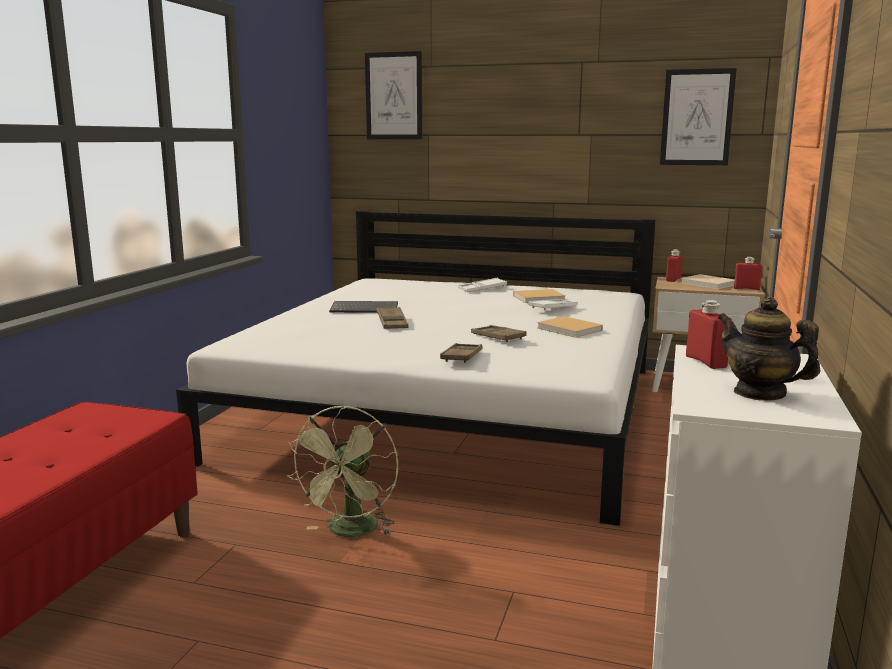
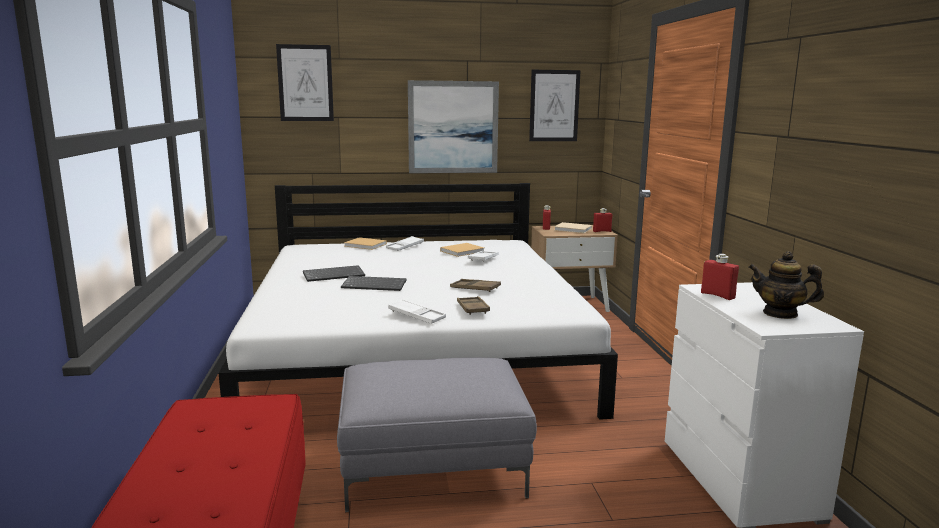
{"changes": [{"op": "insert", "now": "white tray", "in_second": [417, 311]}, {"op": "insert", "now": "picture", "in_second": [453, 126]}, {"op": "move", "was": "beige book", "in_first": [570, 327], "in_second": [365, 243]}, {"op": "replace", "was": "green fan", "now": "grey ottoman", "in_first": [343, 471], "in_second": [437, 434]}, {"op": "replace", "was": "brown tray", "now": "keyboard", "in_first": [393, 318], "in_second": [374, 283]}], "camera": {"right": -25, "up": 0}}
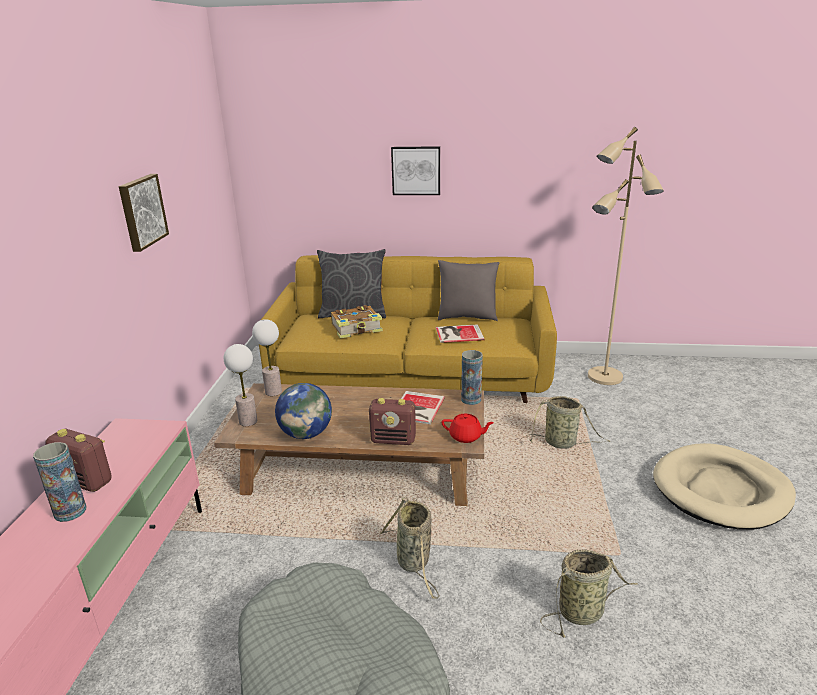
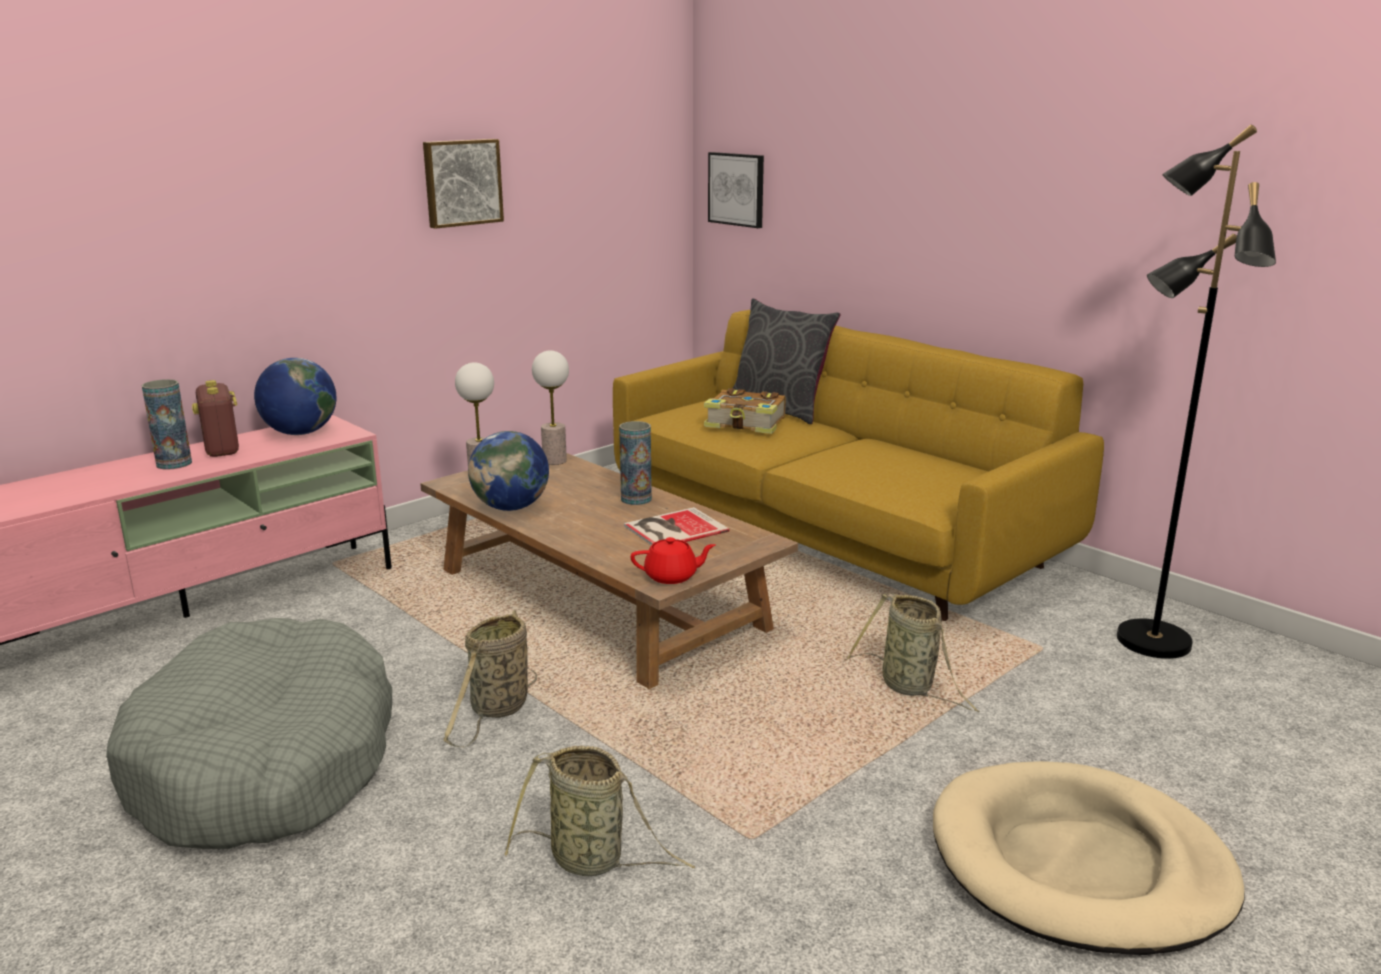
{"changes": [{"op": "delete", "was": "radio", "in_first": [392, 421]}, {"op": "delete", "was": "book", "in_first": [460, 333]}, {"op": "delete", "was": "grey pillow", "in_first": [469, 290]}, {"op": "insert", "now": "globe", "in_second": [295, 396]}, {"op": "move", "was": "picture", "in_first": [415, 170], "in_second": [736, 190]}, {"op": "move", "was": "vase", "in_first": [472, 377], "in_second": [635, 463]}, {"op": "recolor", "was": "beige floor lamp", "now": "black floor lamp", "in_first": [626, 256], "in_second": [1196, 391]}, {"op": "rotate", "was": "red teapot", "in_first": [468, 428], "in_second": [673, 560], "clockwise": -60}], "camera": {"right": 40, "up": -5}}
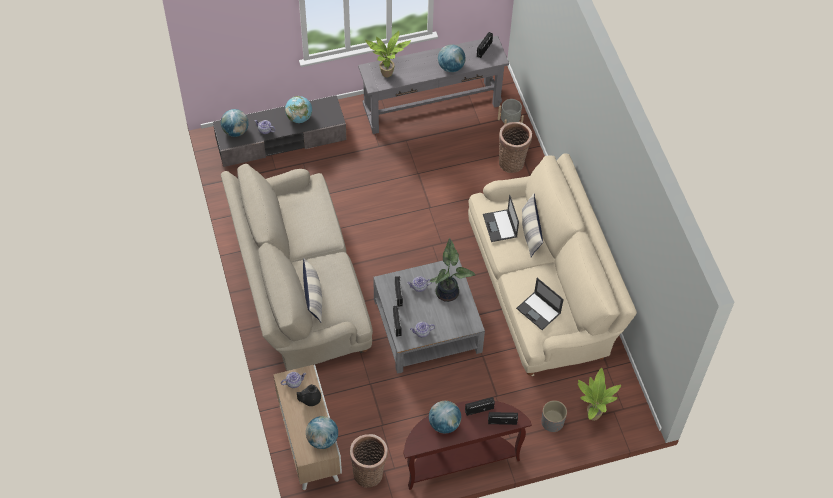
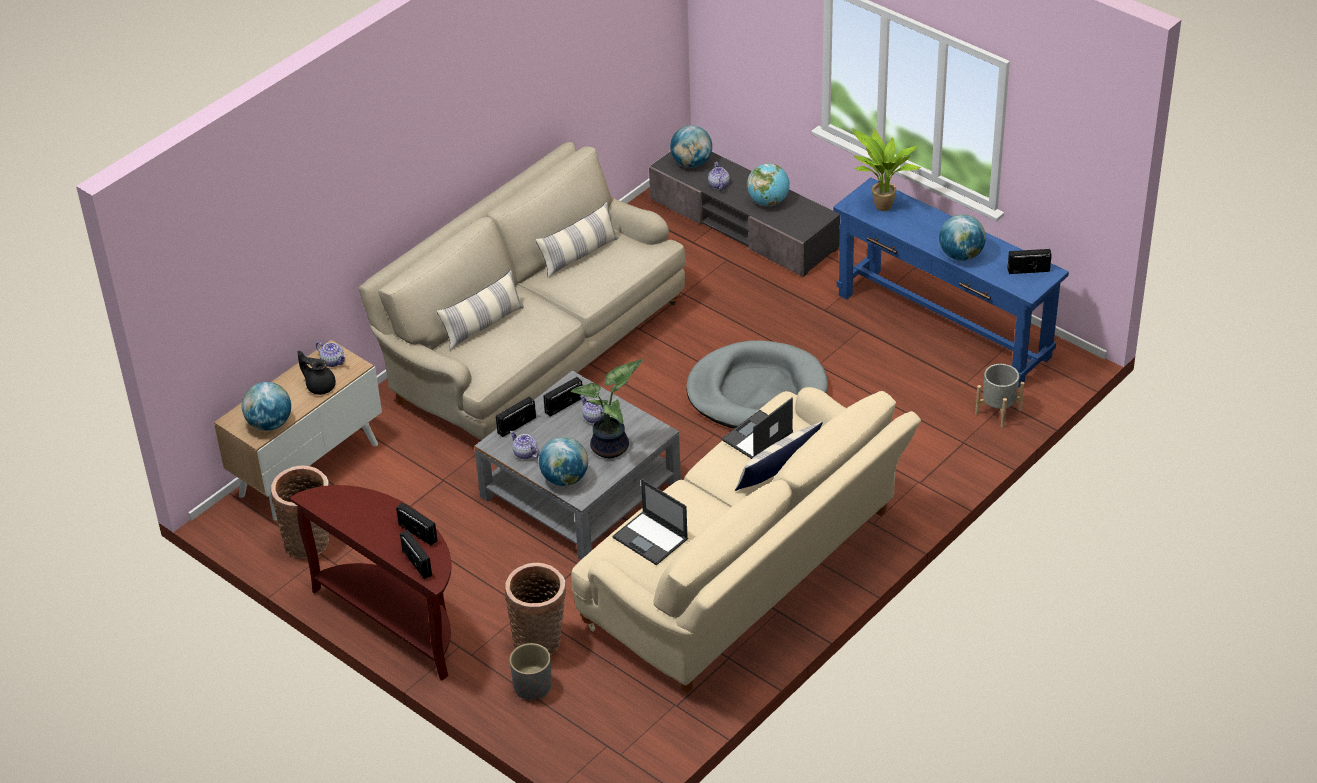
{"changes": [{"op": "delete", "was": "potted plant", "in_first": [599, 394]}, {"op": "insert", "now": "pillow", "in_second": [577, 240]}, {"op": "insert", "now": "grey dog bed", "in_second": [757, 384]}, {"op": "move", "was": "globe", "in_first": [445, 417], "in_second": [563, 461]}, {"op": "move", "was": "basket", "in_first": [515, 147], "in_second": [536, 609]}, {"op": "recolor", "was": "grey console table", "now": "blue console table", "in_first": [433, 85], "in_second": [951, 282]}, {"op": "rotate", "was": "laptop", "in_first": [540, 304], "in_second": [650, 522], "clockwise": -60}], "camera": {"right": 60, "up": -15}}
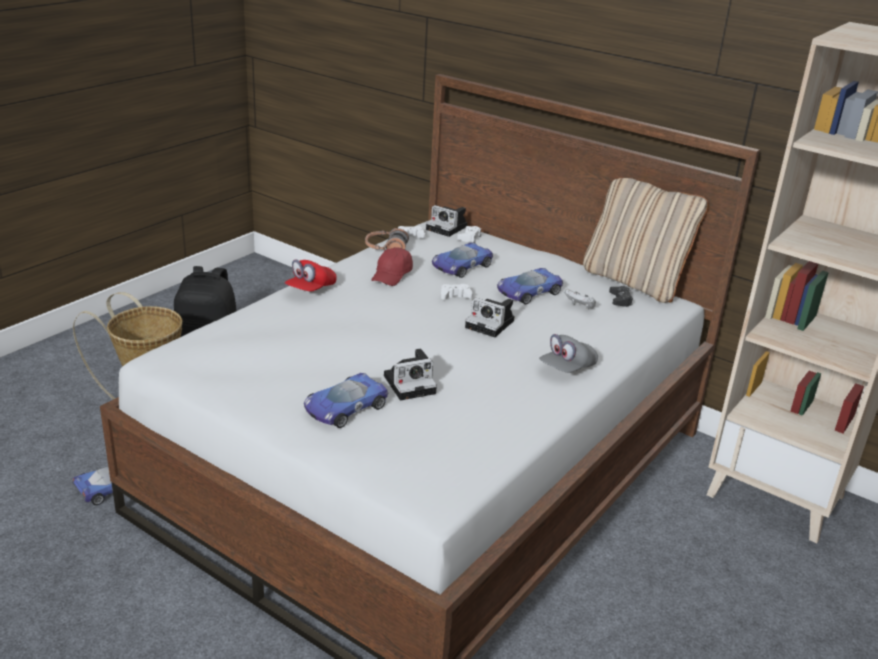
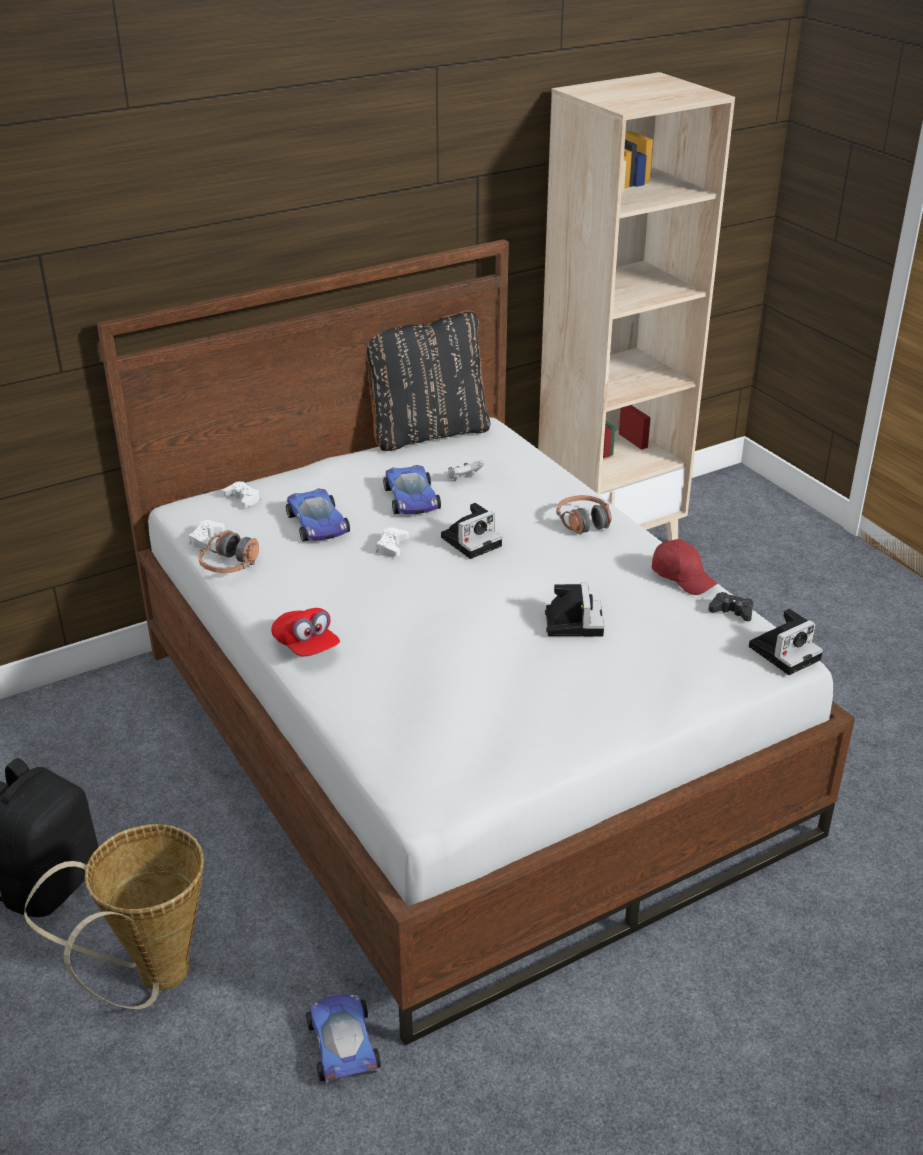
{"changes": [{"op": "delete", "was": "toy car", "in_first": [346, 400]}, {"op": "move", "was": "red cap", "in_first": [392, 266], "in_second": [684, 567]}, {"op": "move", "was": "photo camera", "in_first": [447, 221], "in_second": [786, 642]}, {"op": "move", "was": "black game controller", "in_first": [621, 296], "in_second": [730, 606]}, {"op": "replace", "was": "grey cap", "now": "headphones", "in_first": [568, 353], "in_second": [583, 514]}, {"op": "recolor", "was": "beige pillow", "now": "black pillow", "in_first": [646, 240], "in_second": [428, 380]}], "camera": {"right": -65, "up": 5}}
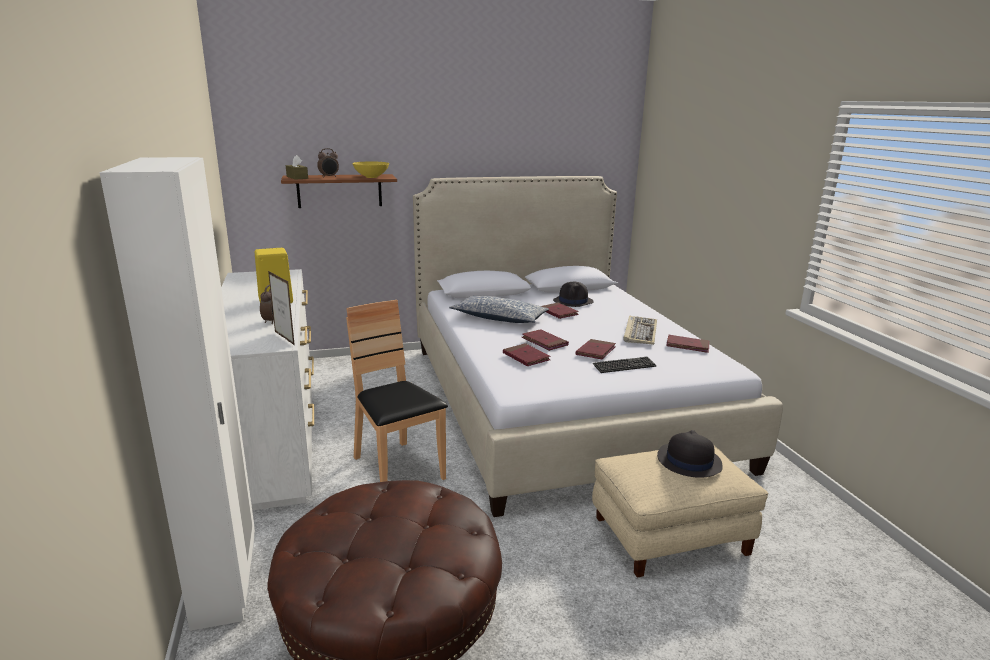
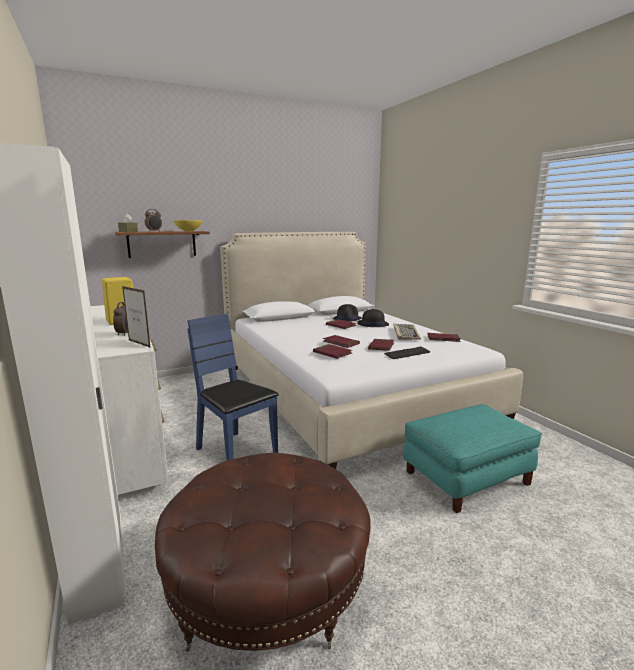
{"changes": [{"op": "delete", "was": "pillow", "in_first": [499, 309]}, {"op": "move", "was": "black hat", "in_first": [690, 454], "in_second": [373, 318]}, {"op": "recolor", "was": "brown chair", "now": "blue chair", "in_first": [397, 391], "in_second": [233, 387]}, {"op": "recolor", "was": "beige ottoman", "now": "turquoise ottoman", "in_first": [680, 511], "in_second": [472, 458]}], "camera": {"right": -10, "up": -5}}
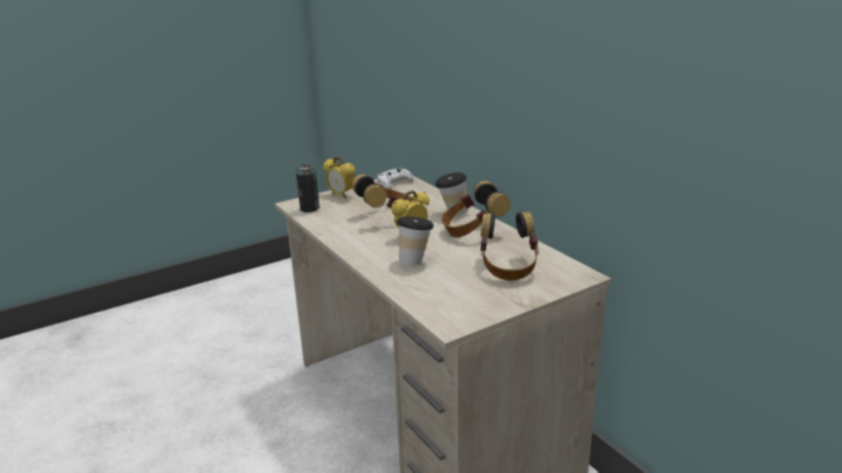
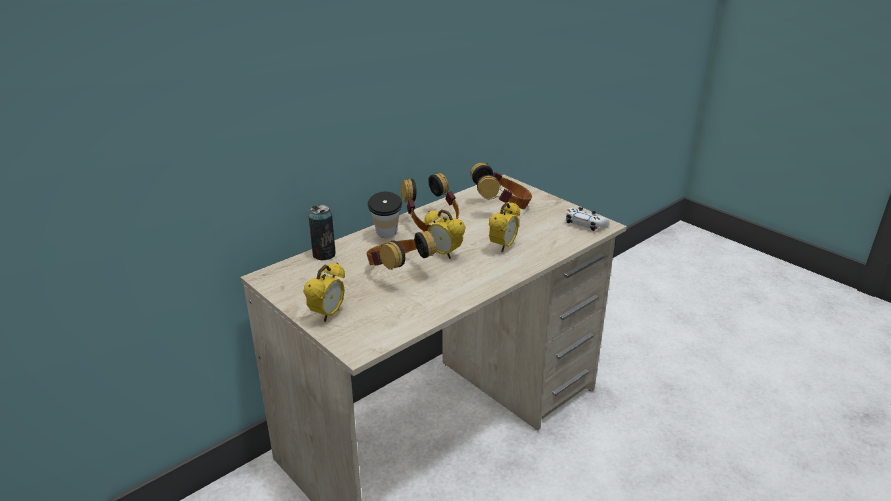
{"changes": [{"op": "move", "was": "can", "in_first": [308, 189], "in_second": [322, 232]}, {"op": "move", "was": "white game controller", "in_first": [395, 178], "in_second": [588, 219]}, {"op": "replace", "was": "cup", "now": "alarm clock", "in_first": [415, 240], "in_second": [504, 227]}], "camera": {"right": -100, "up": 5}}
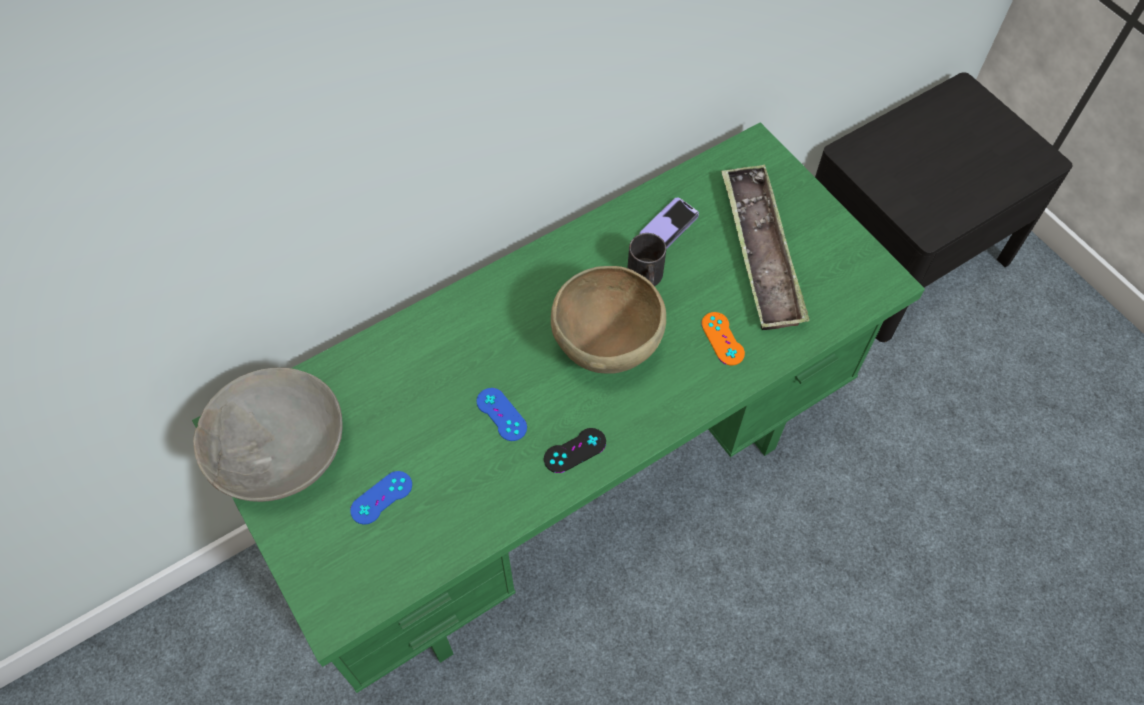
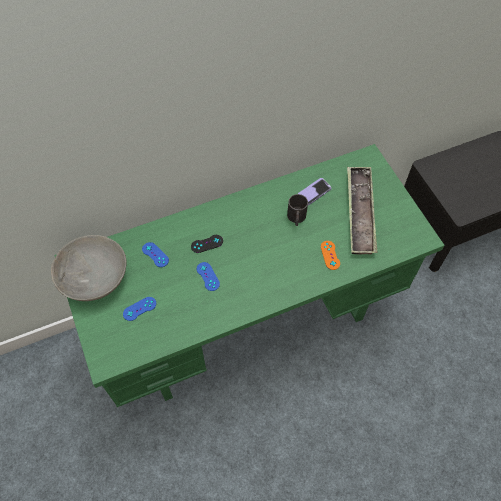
{"changes": [{"op": "delete", "was": "brown bowl", "in_first": [608, 320]}, {"op": "insert", "now": "blue game controller", "in_second": [155, 254]}, {"op": "move", "was": "black game controller", "in_first": [575, 450], "in_second": [207, 244]}], "camera": {"right": 10, "up": 0}}
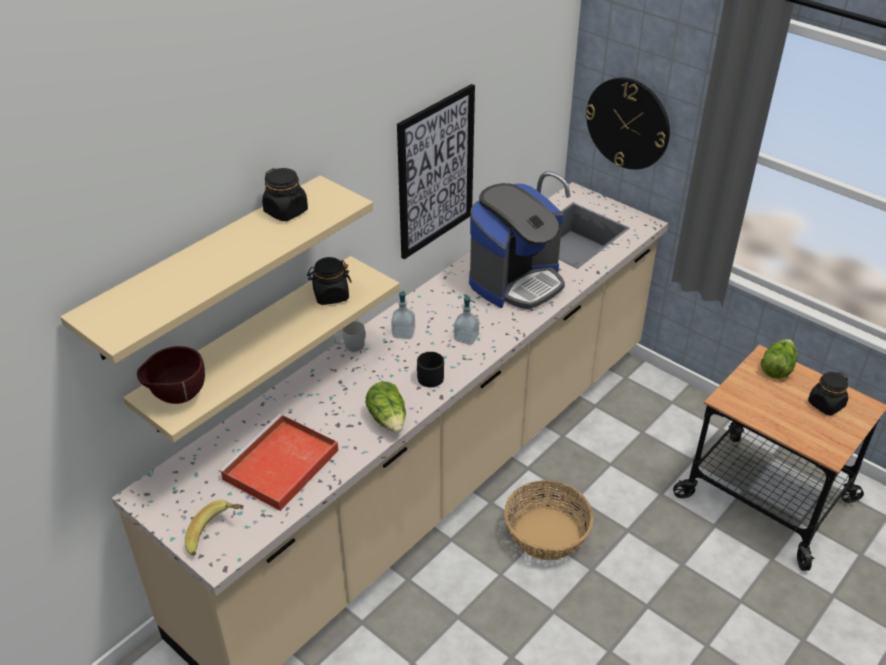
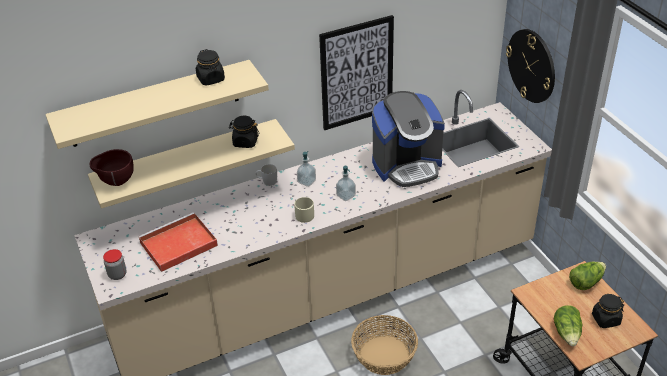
{"changes": [{"op": "move", "was": "lettuce", "in_first": [386, 407], "in_second": [568, 325]}, {"op": "replace", "was": "banana", "now": "jar", "in_first": [214, 528], "in_second": [115, 264]}, {"op": "recolor", "was": "black mug", "now": "beige mug", "in_first": [430, 369], "in_second": [304, 210]}], "camera": {"right": 25, "up": 0}}
